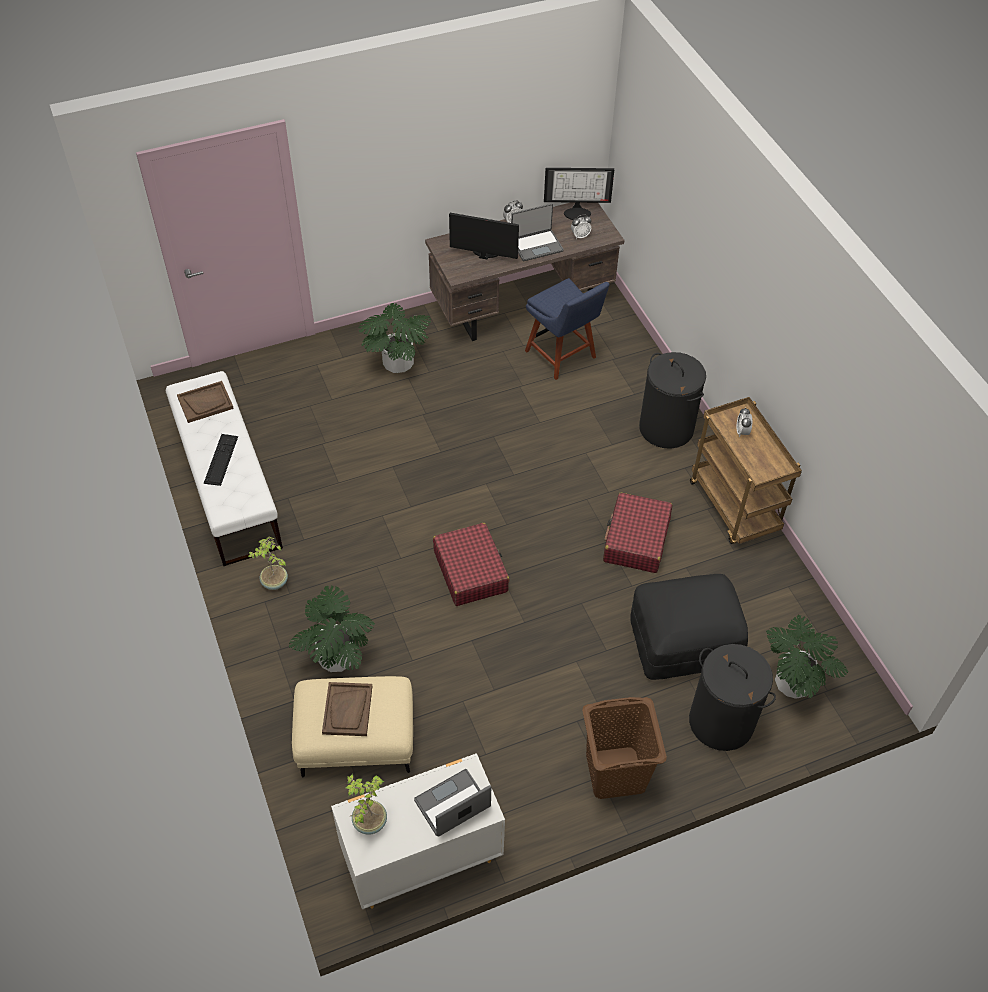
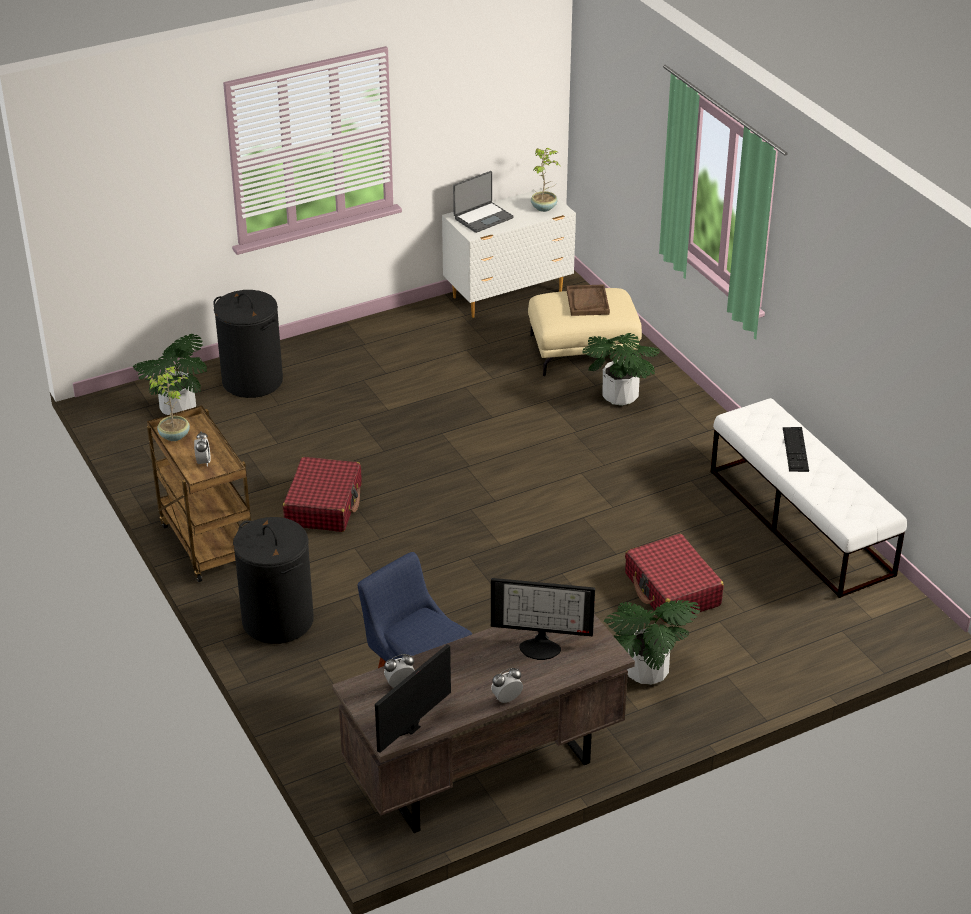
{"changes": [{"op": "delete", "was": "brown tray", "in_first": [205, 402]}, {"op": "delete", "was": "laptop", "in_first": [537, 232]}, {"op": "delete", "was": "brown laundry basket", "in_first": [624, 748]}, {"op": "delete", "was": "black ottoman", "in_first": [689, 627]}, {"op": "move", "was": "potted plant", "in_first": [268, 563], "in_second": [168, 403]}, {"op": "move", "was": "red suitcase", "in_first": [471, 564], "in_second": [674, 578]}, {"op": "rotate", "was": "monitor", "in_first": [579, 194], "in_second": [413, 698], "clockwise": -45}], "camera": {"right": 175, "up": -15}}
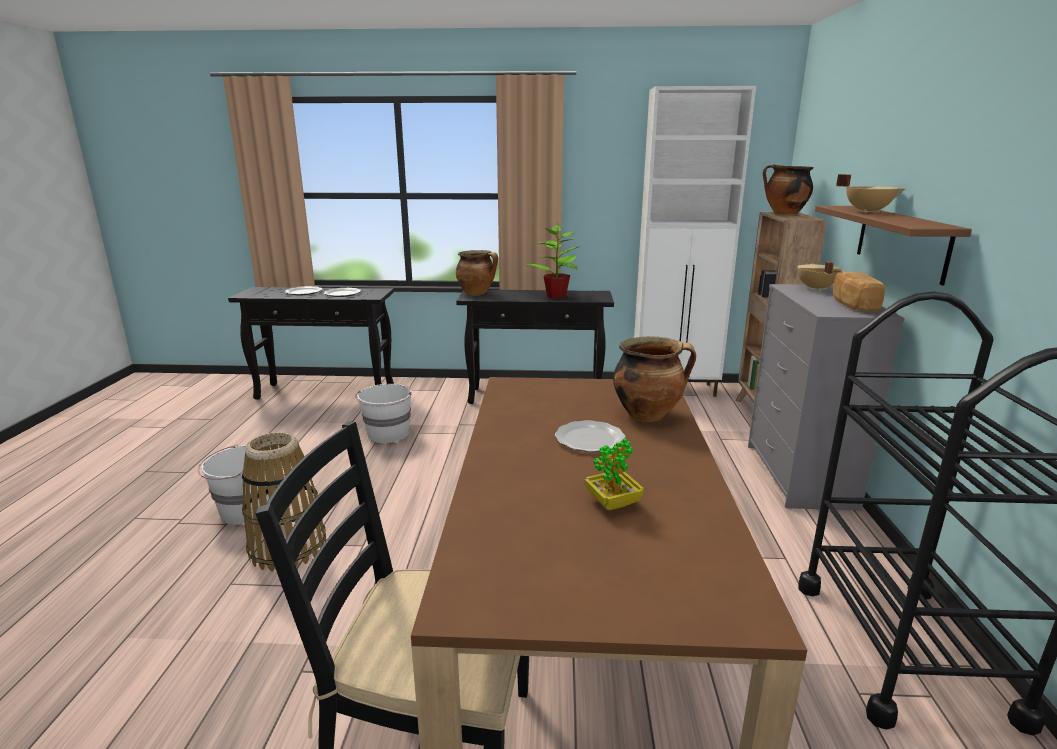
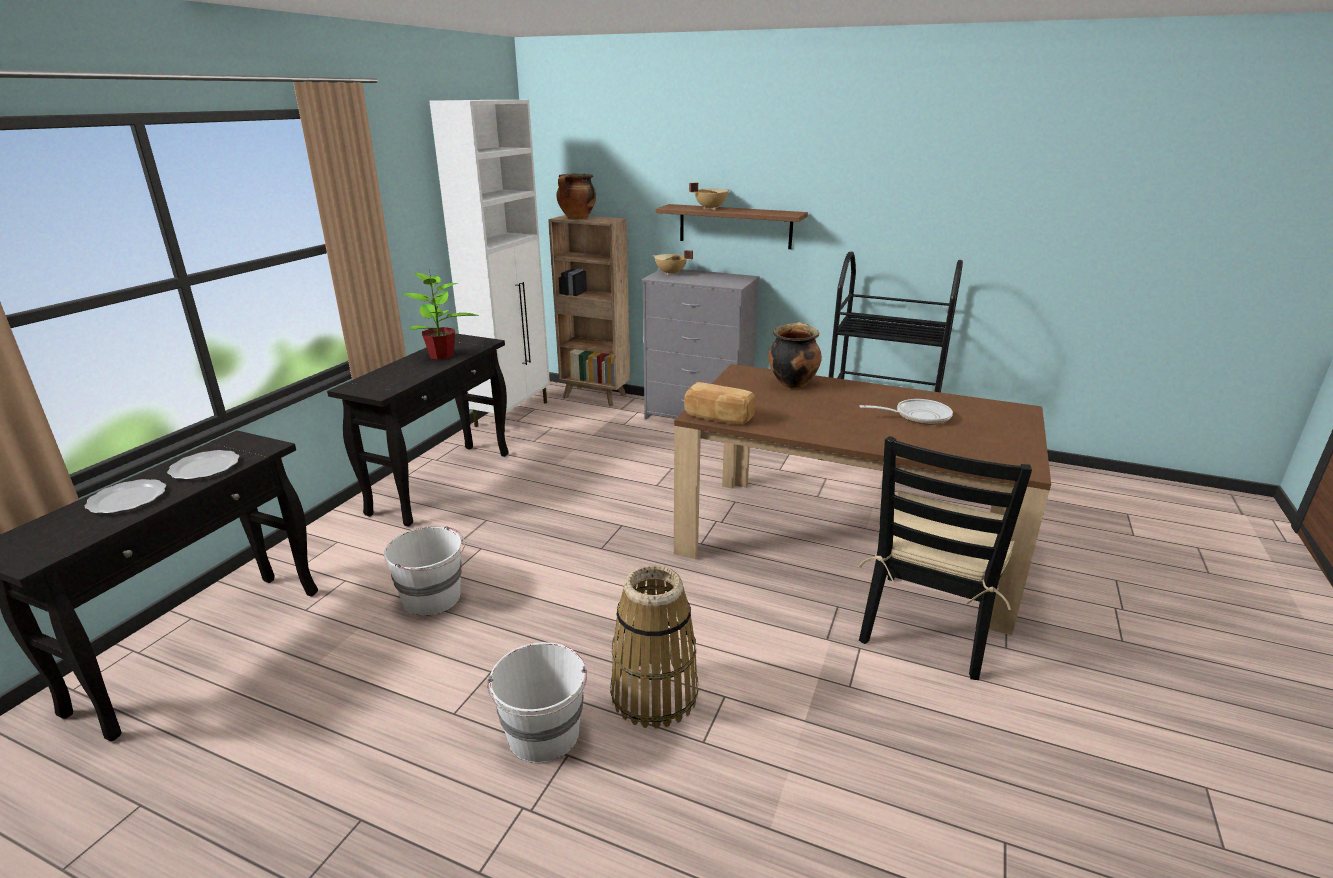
{"changes": [{"op": "delete", "was": "cooking pot", "in_first": [477, 273]}, {"op": "delete", "was": "plate", "in_first": [590, 436]}, {"op": "move", "was": "bread", "in_first": [859, 292], "in_second": [720, 403]}, {"op": "replace", "was": "potted plant", "now": "frying pan", "in_first": [614, 474], "in_second": [906, 412]}], "camera": {"right": -70, "up": 5}}
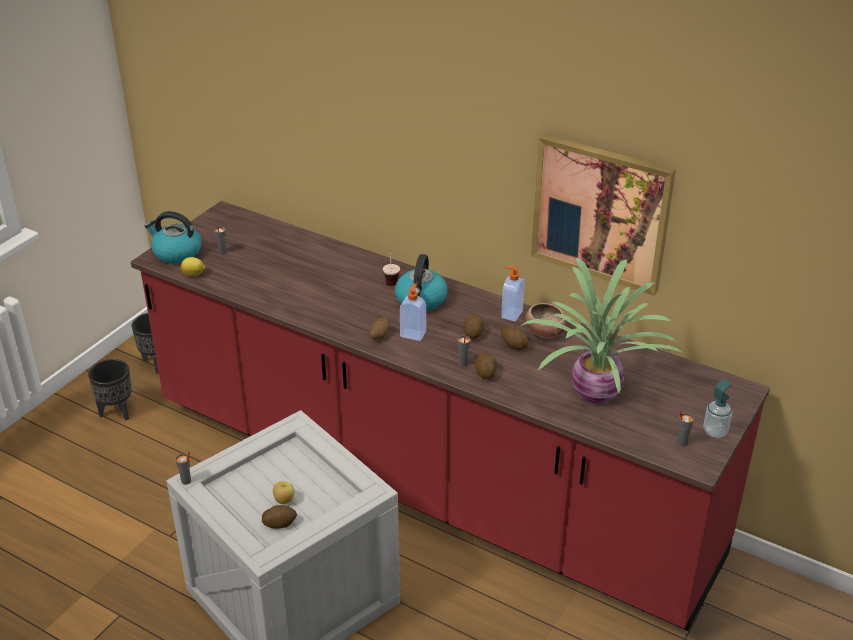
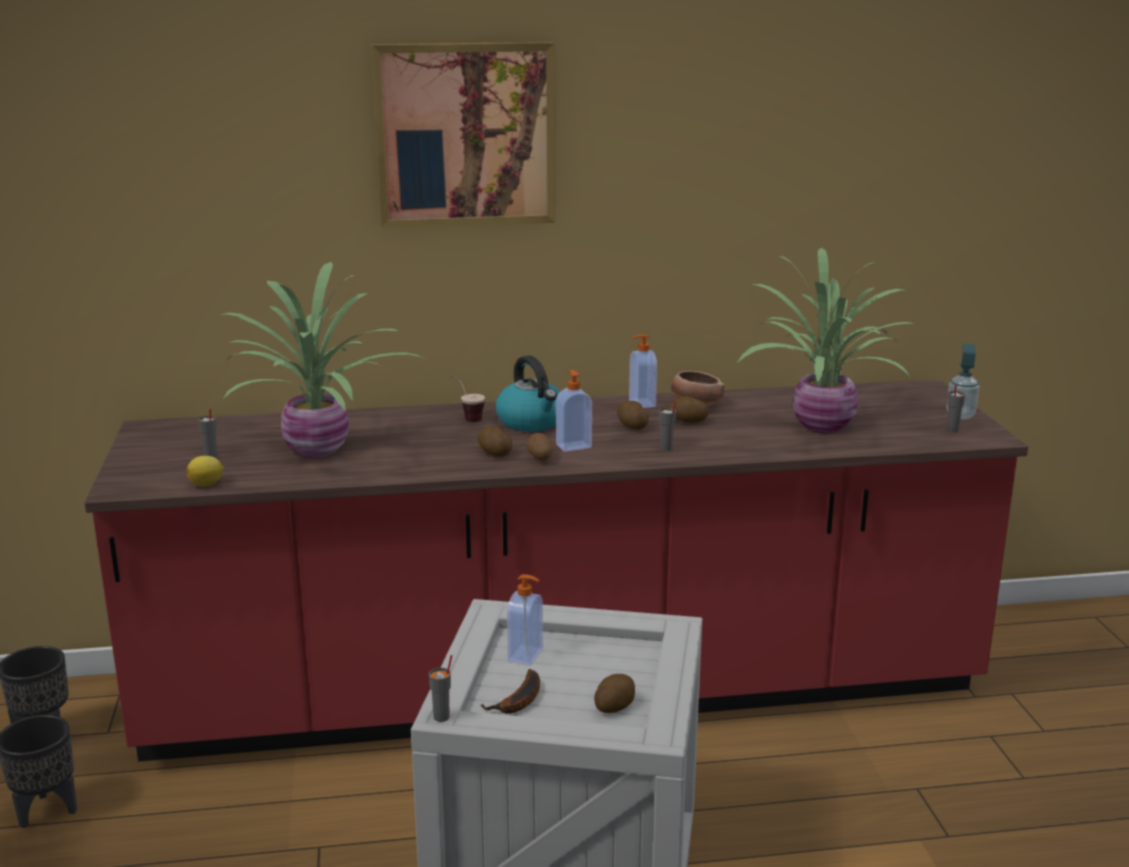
{"changes": [{"op": "delete", "was": "kettle", "in_first": [173, 237]}, {"op": "delete", "was": "apple", "in_first": [284, 492]}, {"op": "insert", "now": "potted plant", "in_second": [324, 360]}, {"op": "insert", "now": "banana", "in_second": [510, 691]}, {"op": "insert", "now": "soap dispenser", "in_second": [525, 620]}, {"op": "move", "was": "potato", "in_first": [486, 365], "in_second": [494, 441]}, {"op": "move", "was": "picture", "in_first": [603, 215], "in_second": [463, 135]}], "camera": {"right": -40, "up": -15}}
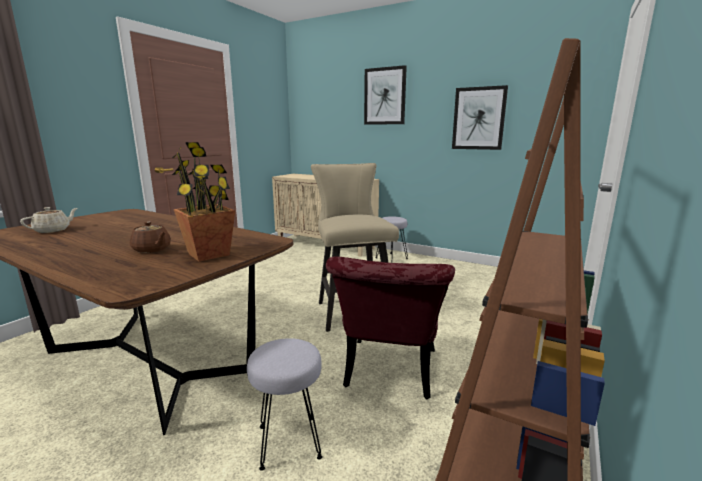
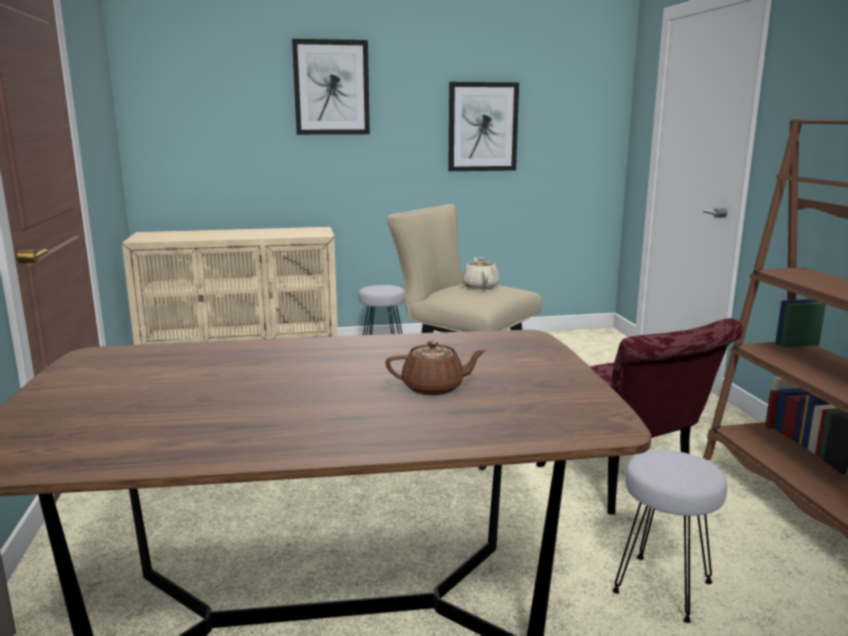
{"changes": [{"op": "delete", "was": "potted plant", "in_first": [203, 202]}, {"op": "move", "was": "beige teapot", "in_first": [49, 220], "in_second": [481, 273]}], "camera": {"right": -40, "up": 0}}
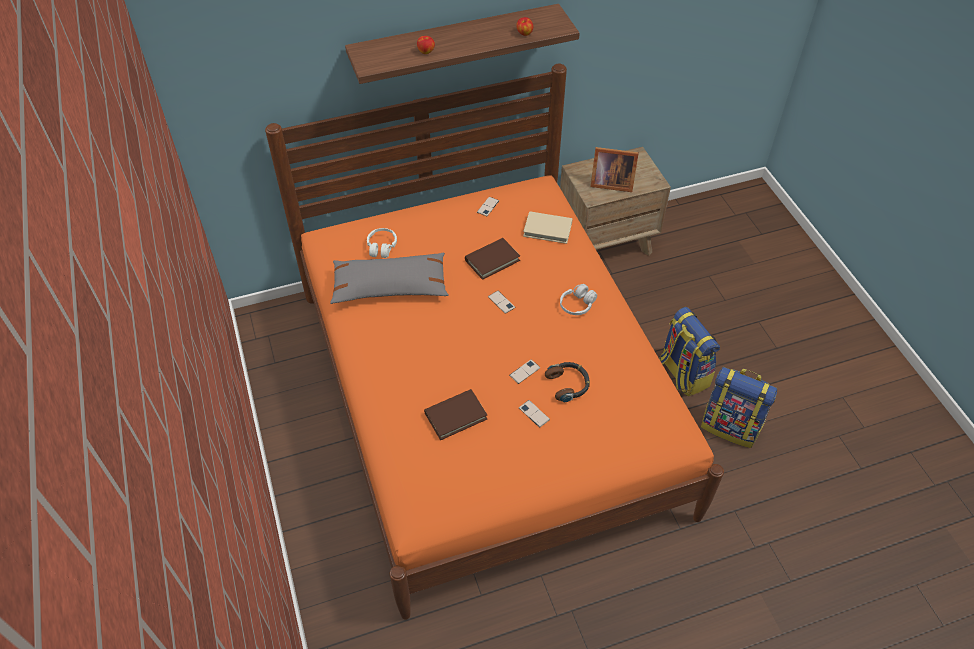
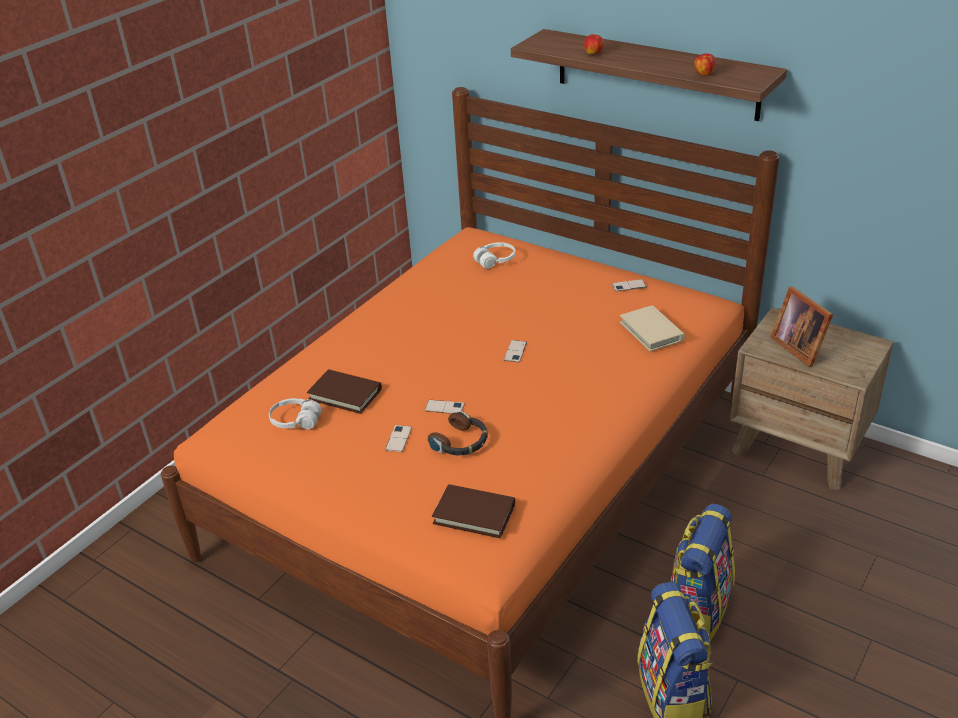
{"changes": [{"op": "delete", "was": "grey pillow", "in_first": [389, 278]}, {"op": "move", "was": "brown book", "in_first": [492, 259], "in_second": [473, 511]}, {"op": "move", "was": "white headphones", "in_first": [578, 299], "in_second": [295, 413]}], "camera": {"right": 55, "up": -15}}
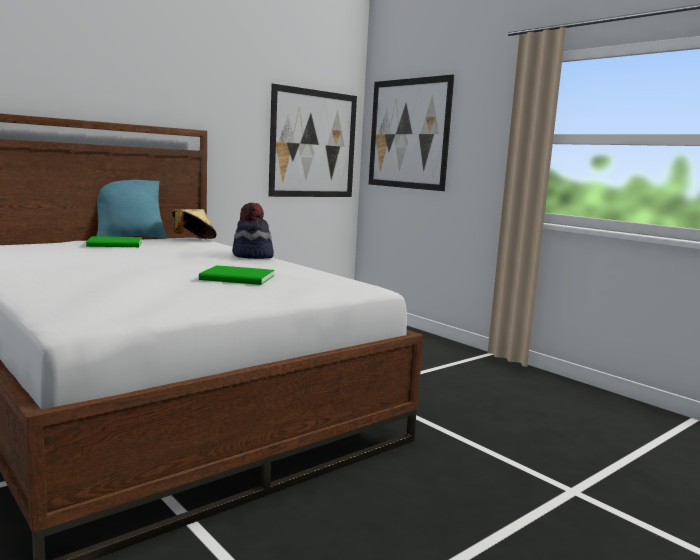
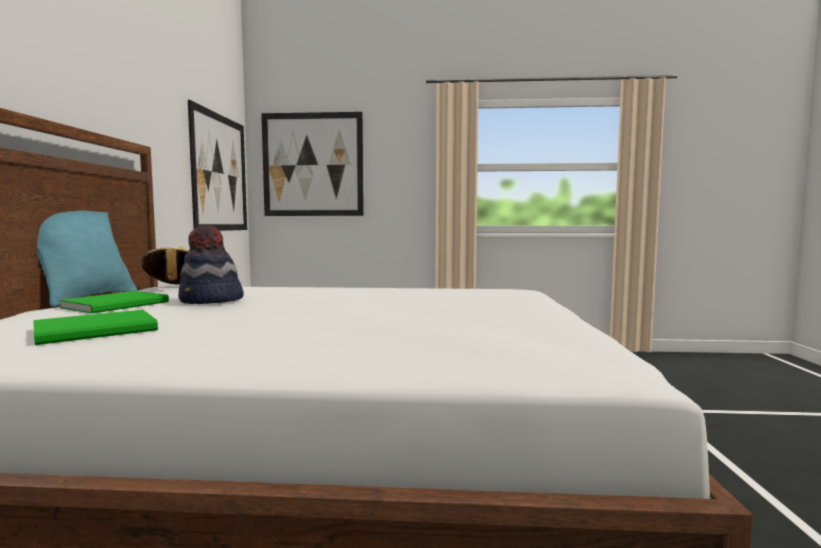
{"changes": [{"op": "move", "was": "green book", "in_first": [236, 275], "in_second": [95, 327]}, {"op": "move", "was": "hat", "in_first": [253, 231], "in_second": [211, 264]}], "camera": {"right": -45, "up": -5}}
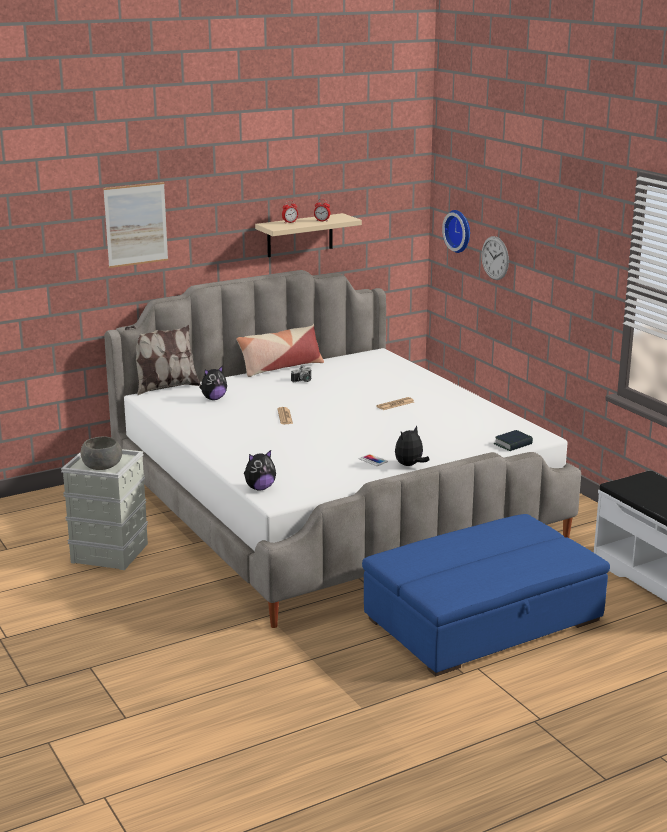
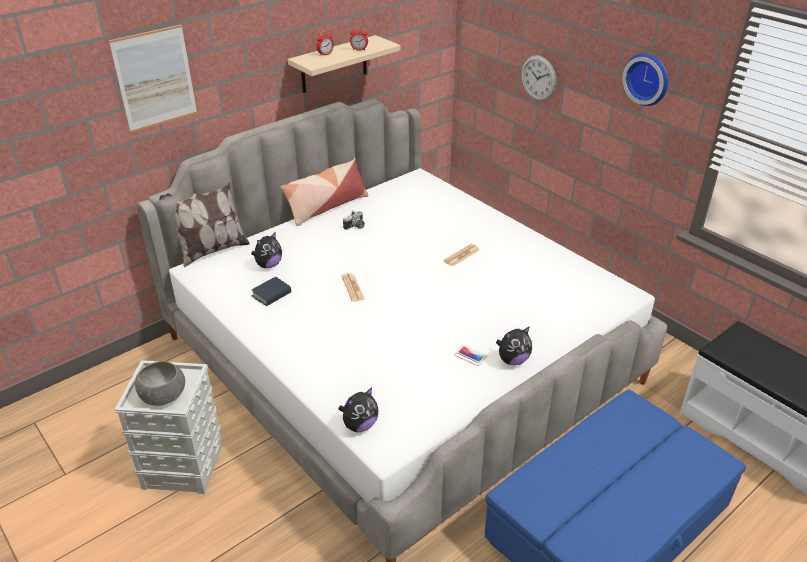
{"changes": [{"op": "move", "was": "wall clock", "in_first": [456, 231], "in_second": [645, 80]}, {"op": "move", "was": "book", "in_first": [513, 440], "in_second": [271, 291]}, {"op": "rotate", "was": "plush toy", "in_first": [412, 446], "in_second": [514, 345], "clockwise": -150}], "camera": {"right": -10, "up": 15}}
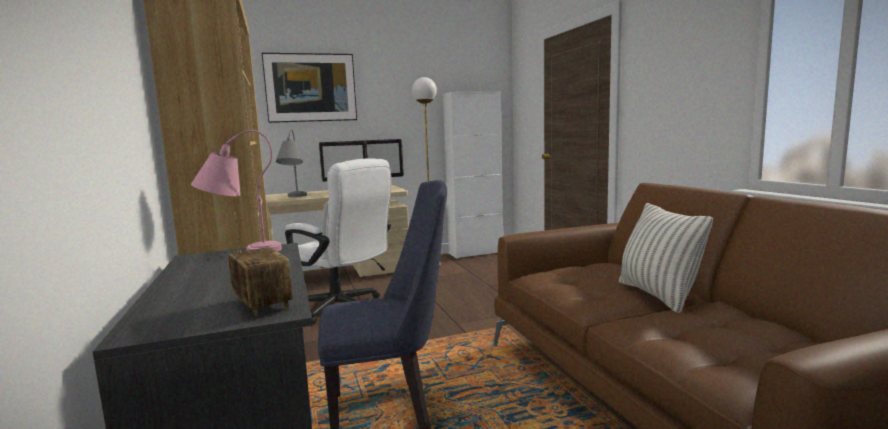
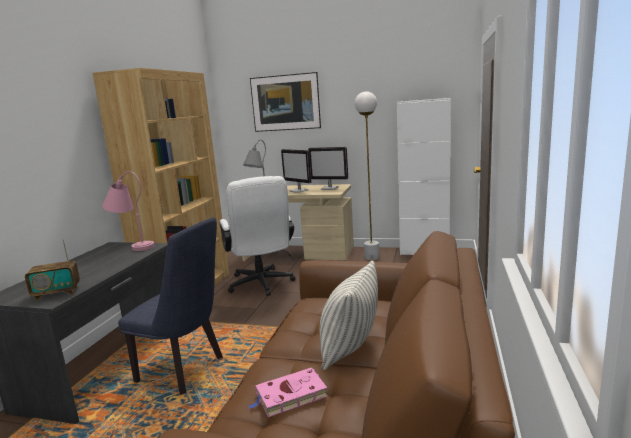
{"changes": [{"op": "insert", "now": "pink book", "in_second": [288, 392]}, {"op": "rotate", "was": "radio", "in_first": [260, 264], "in_second": [52, 270], "clockwise": 75}], "camera": {"right": 35, "up": 5}}
